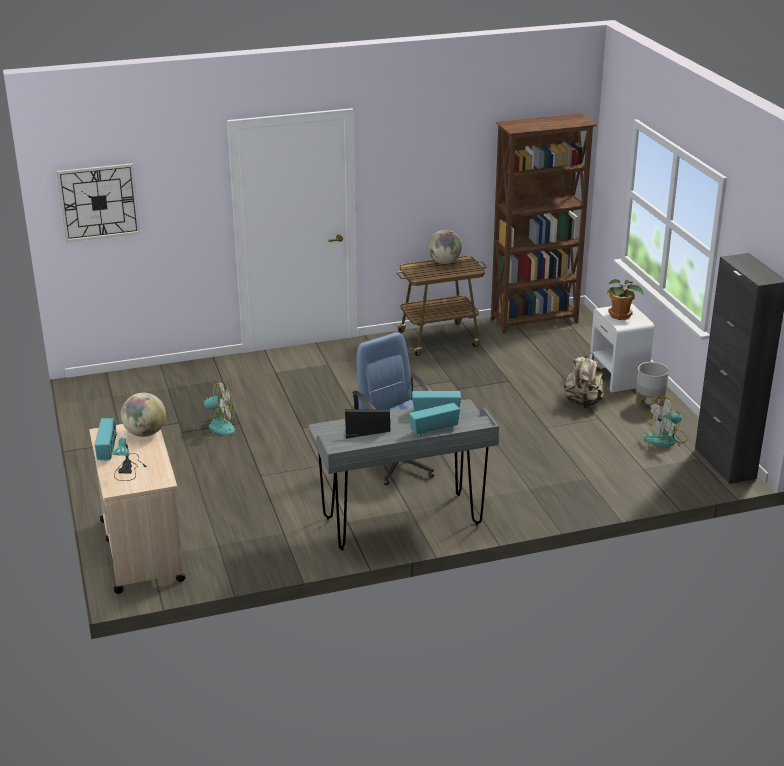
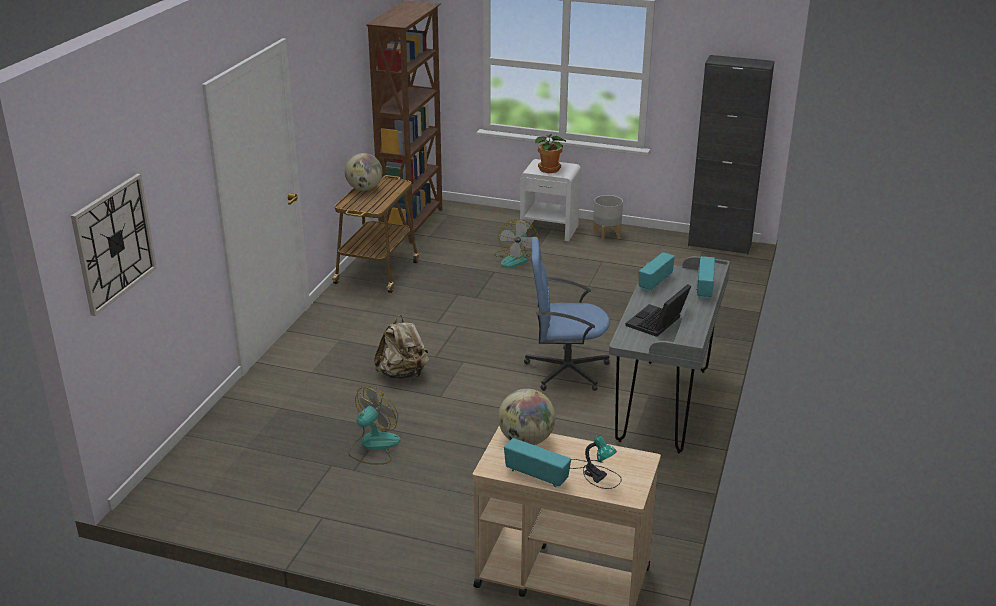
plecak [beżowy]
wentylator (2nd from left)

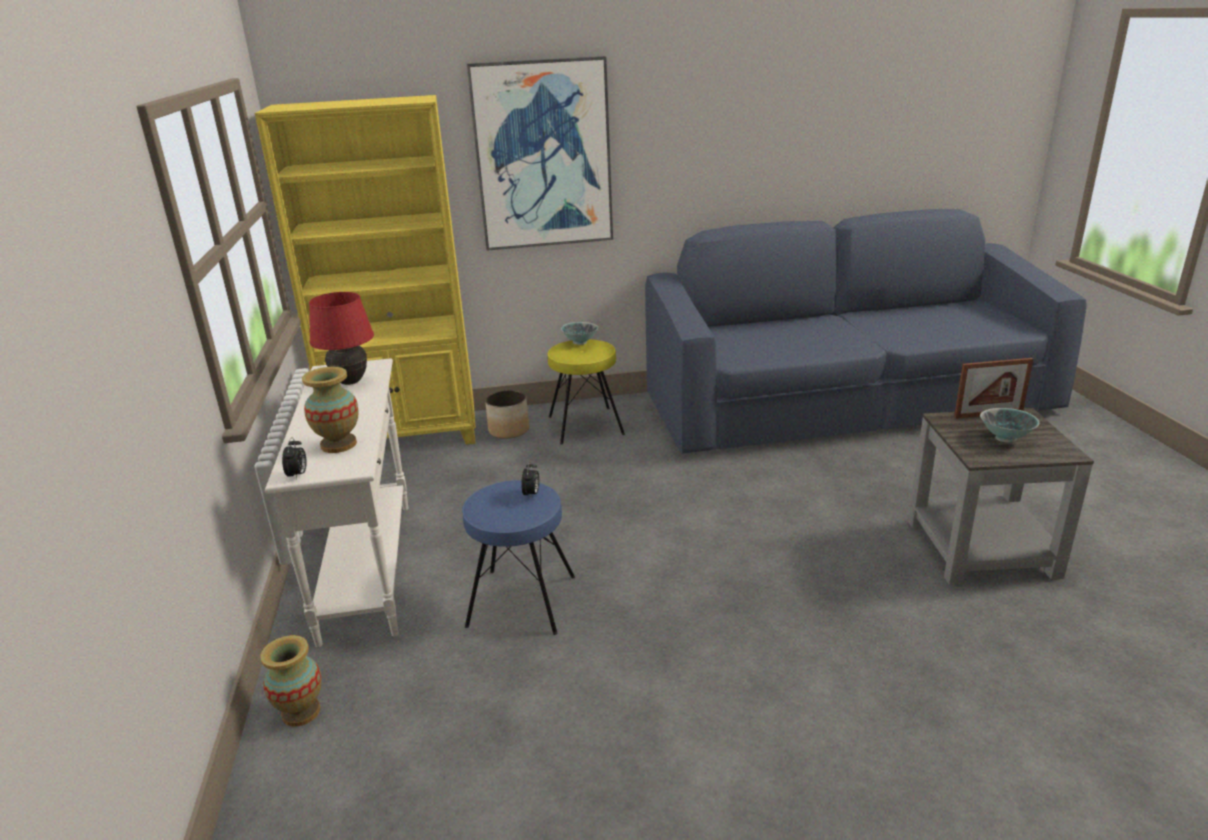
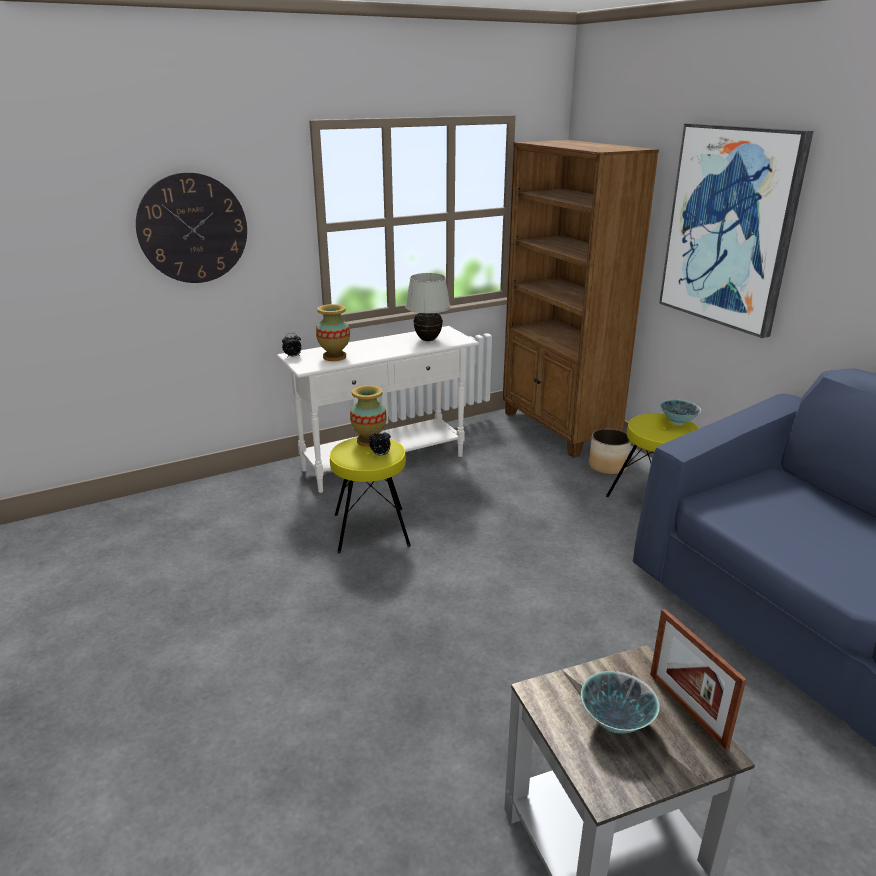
regał [brązowy]
wazon (2nd from left)
lampa stołowa [biały]
stołek [żółty] (1st from left)
zegar ścienny

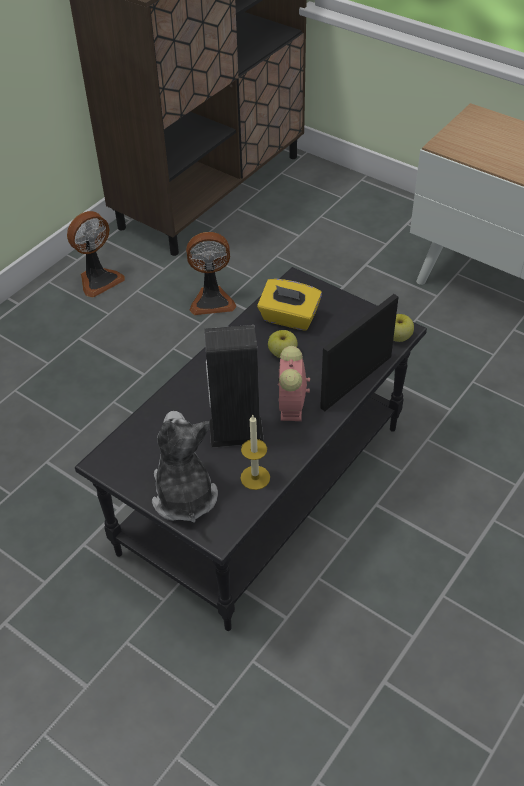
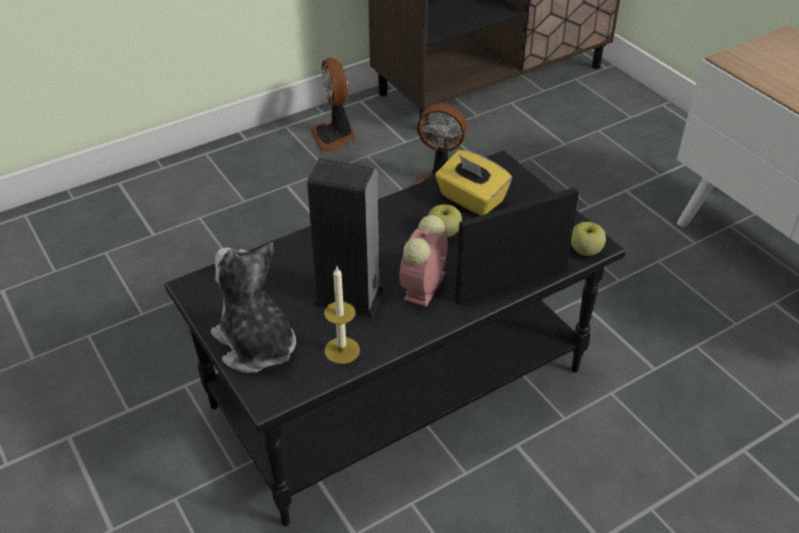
wentylator (1st from left)
pluszak

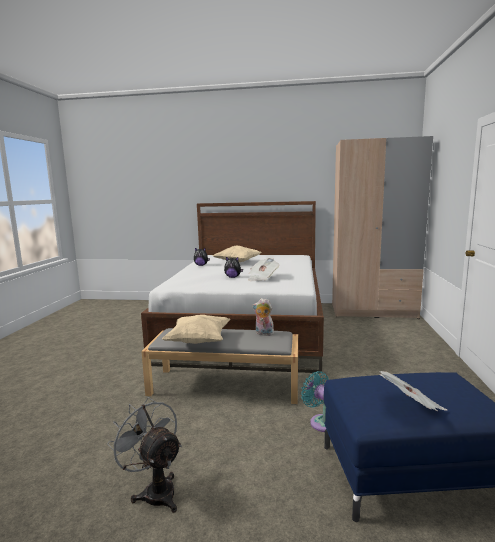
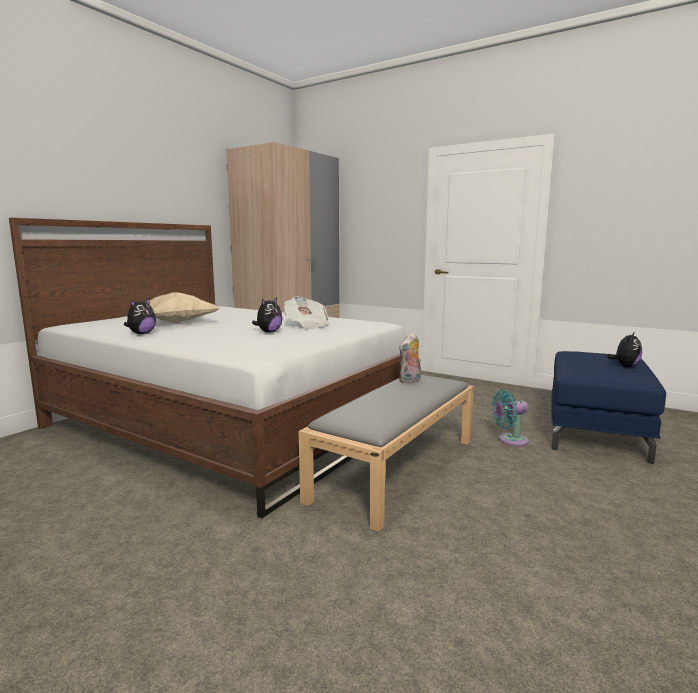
wentylator [szary]
poduszka [beżowy] (1st from left in the first image)
pluszak (4th from left)

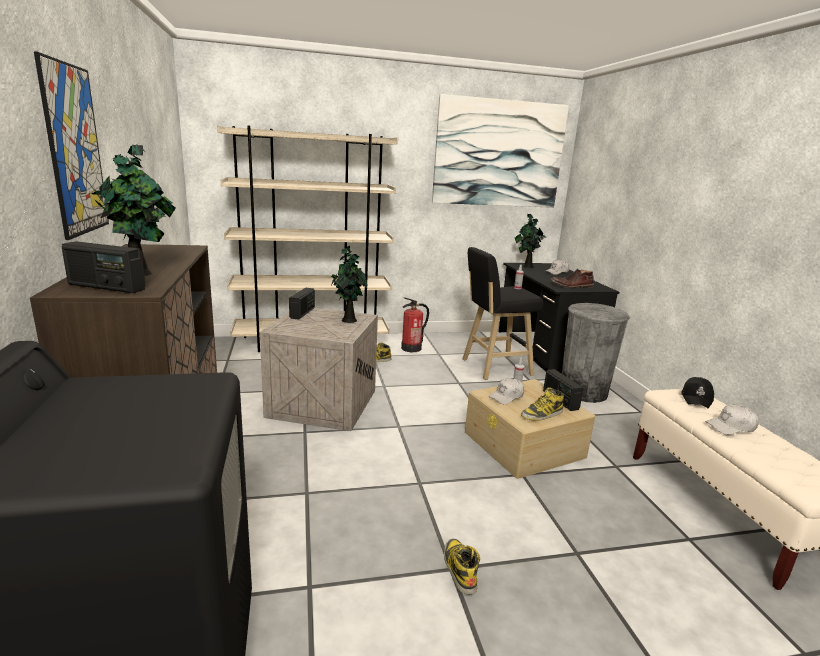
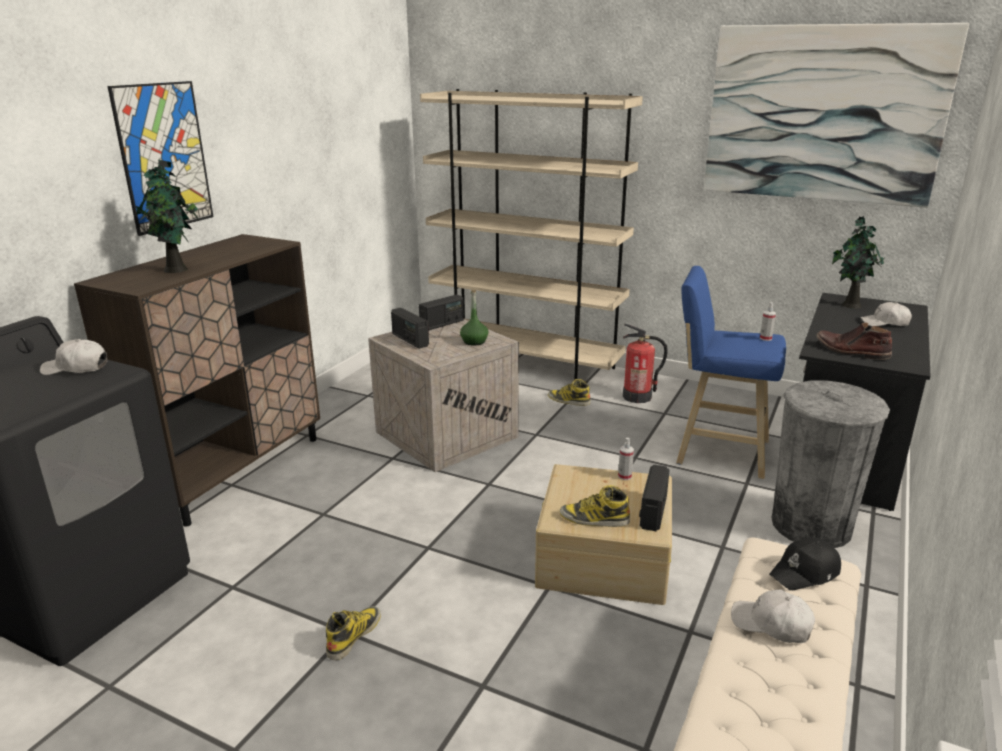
radio (1st from left)
butelka [zielony]
stołek [niebieski]
czapka z daszkiem [biały] (1st from left)

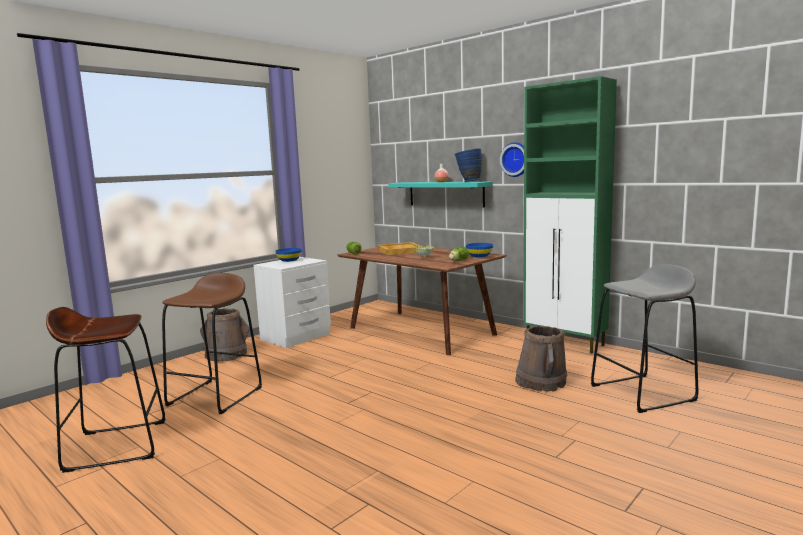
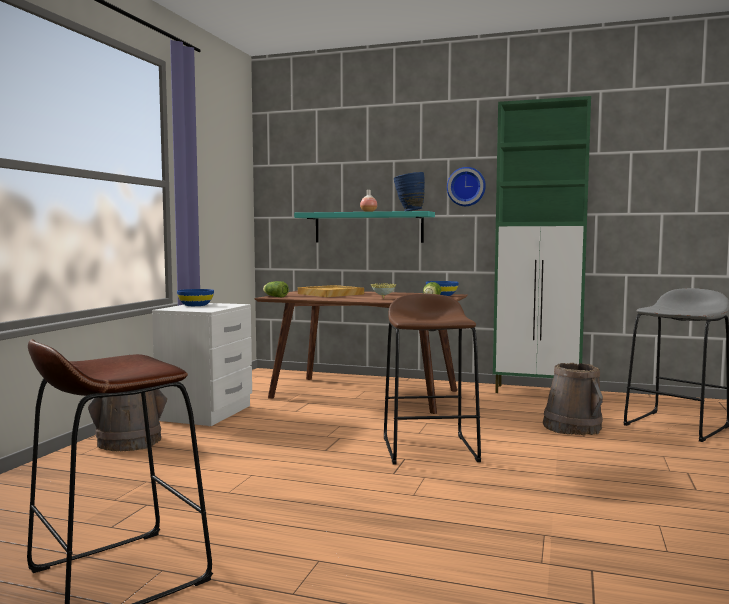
stołek [brązowy] (2nd from left)

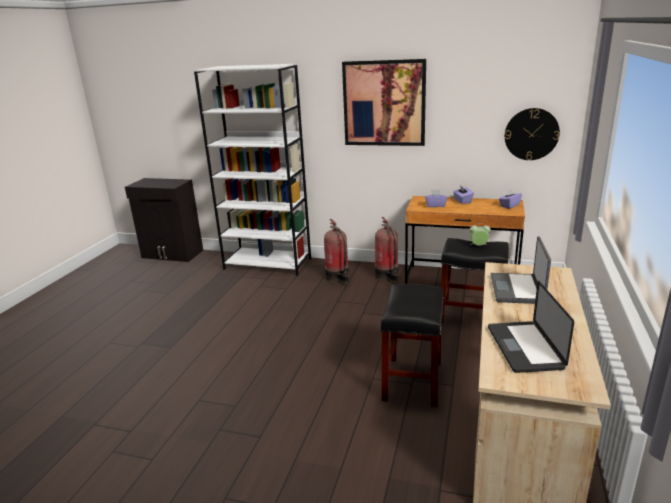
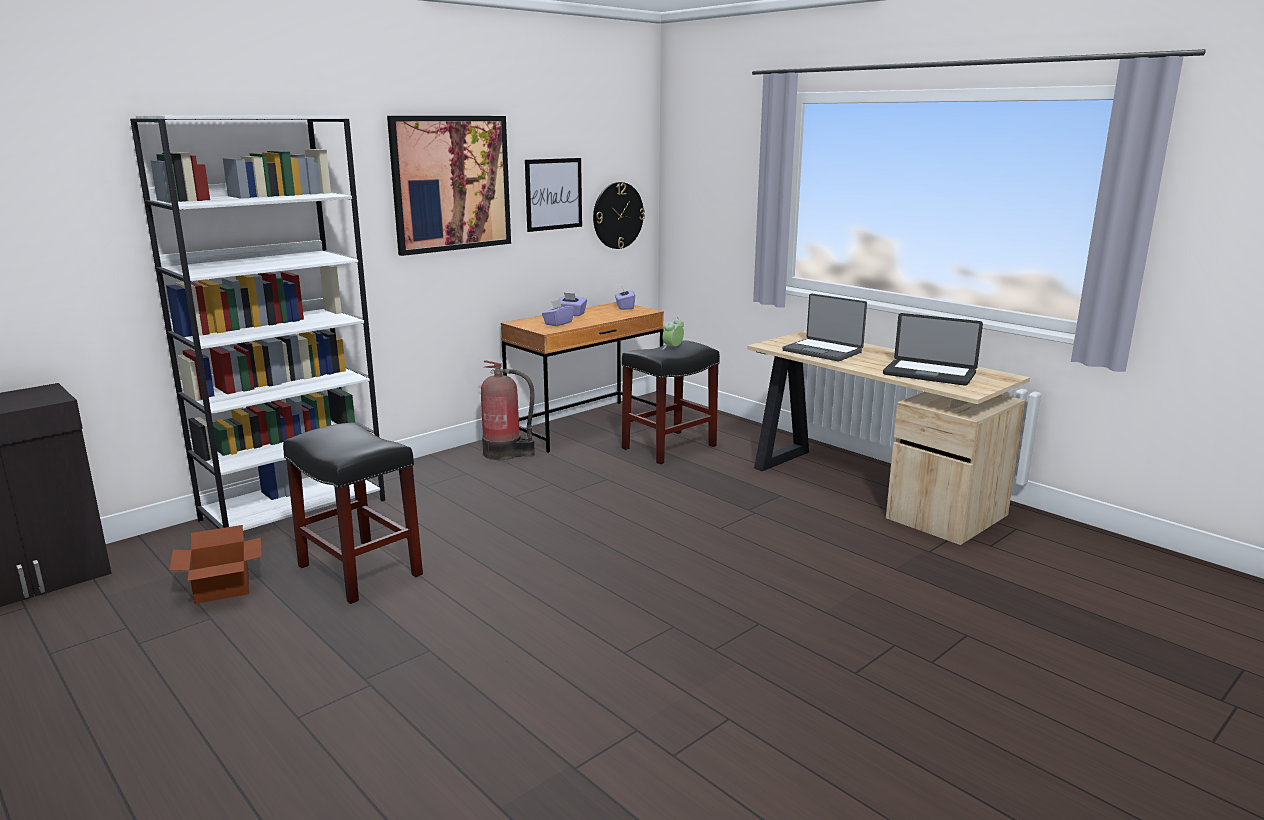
gaśnica (1st from left in the first image)
stołek [czarny] (1st from left)
karton
obraz (2nd from left)

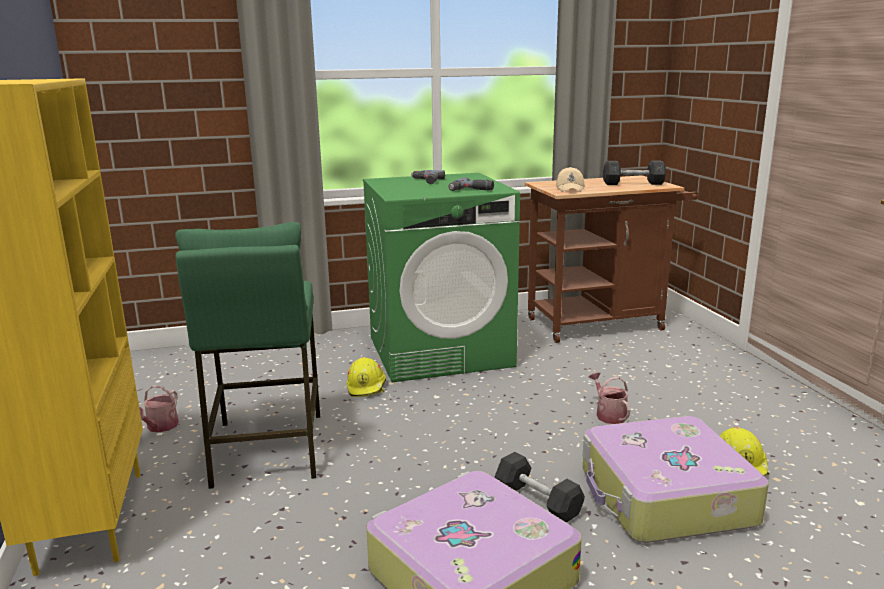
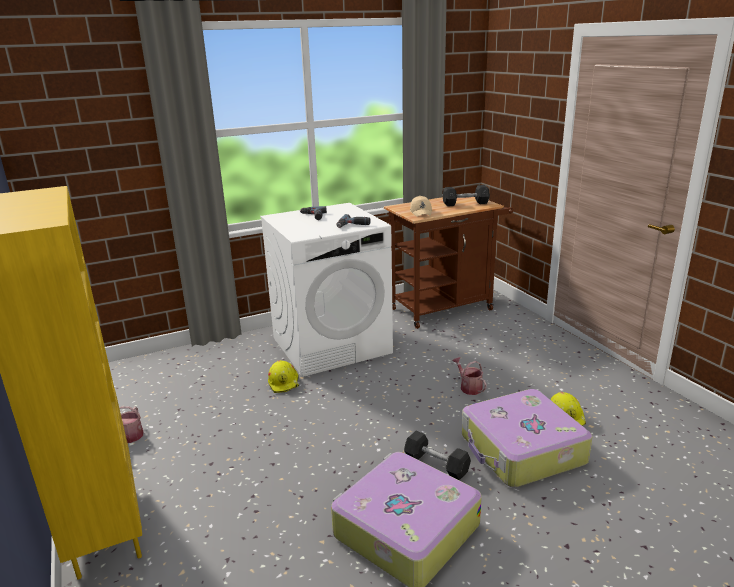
stołek [zielony]
pralka [biały]

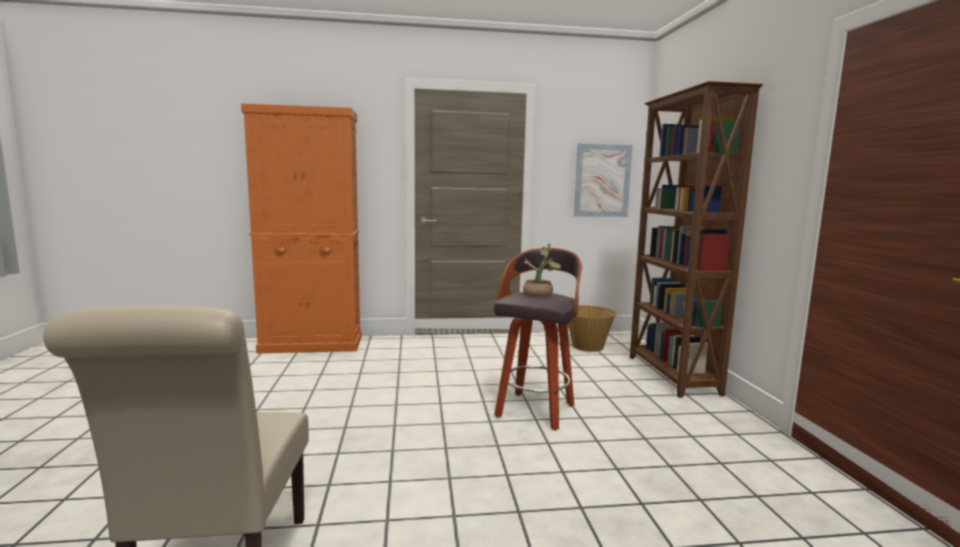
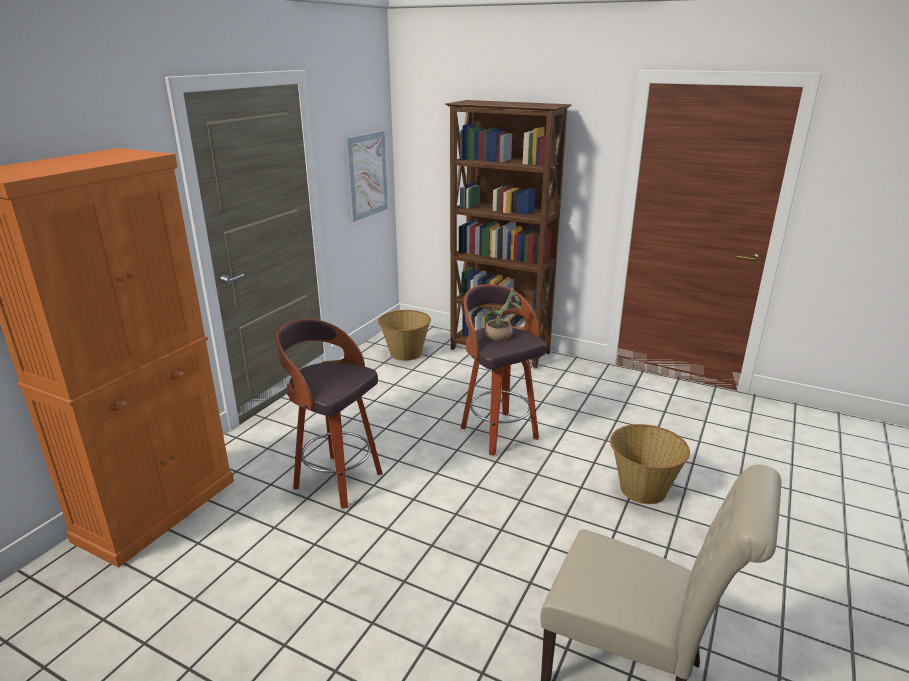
stołek (1st from left)
koszyk (2nd from left)

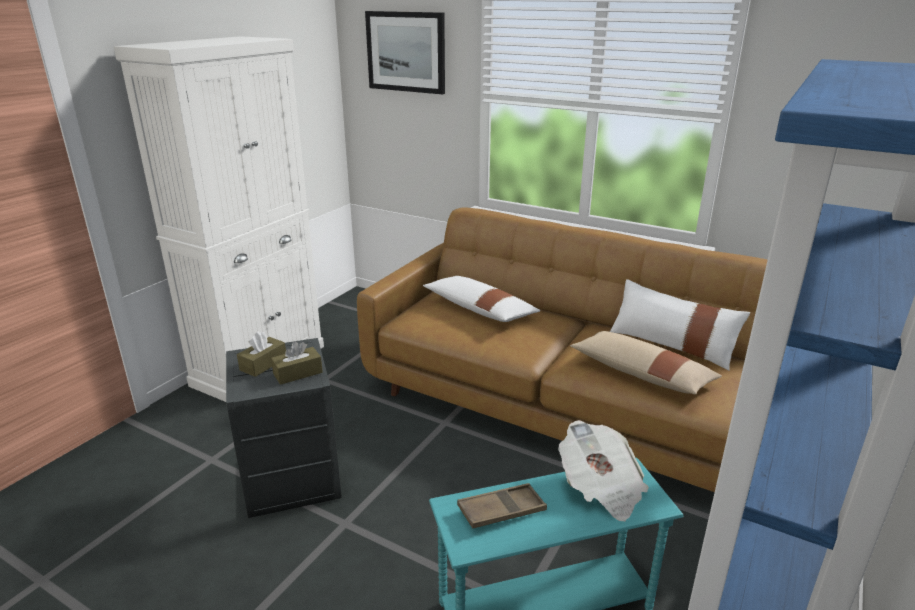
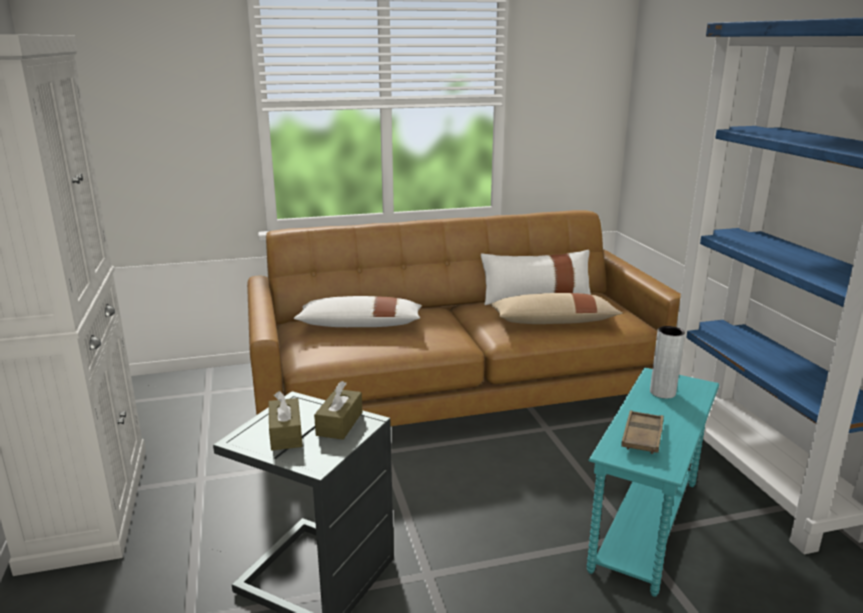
obraz
wazon [szary]

